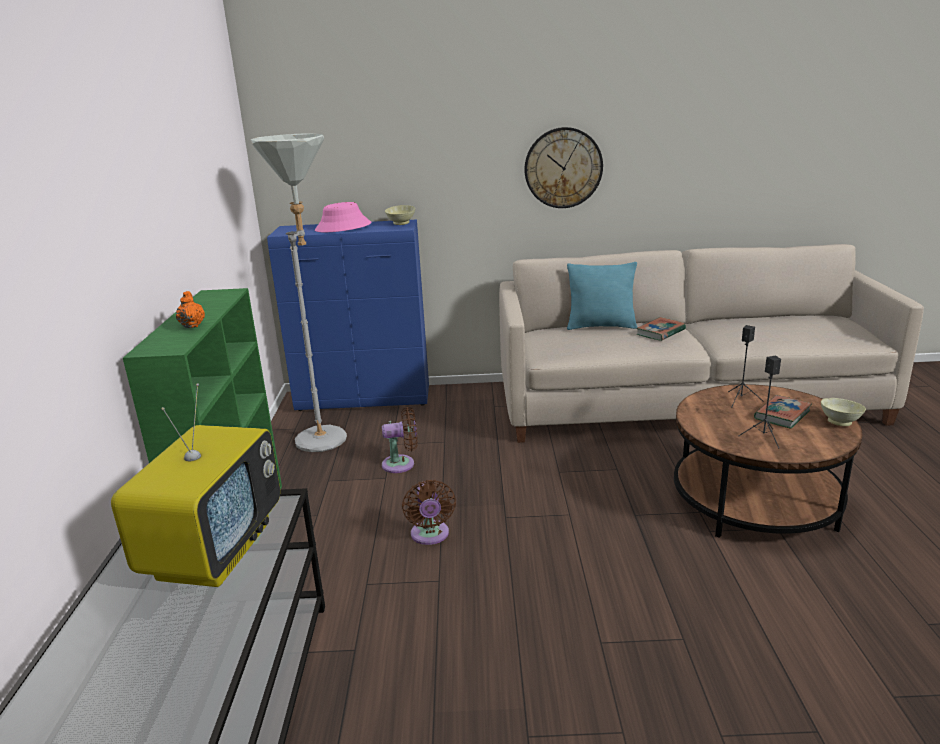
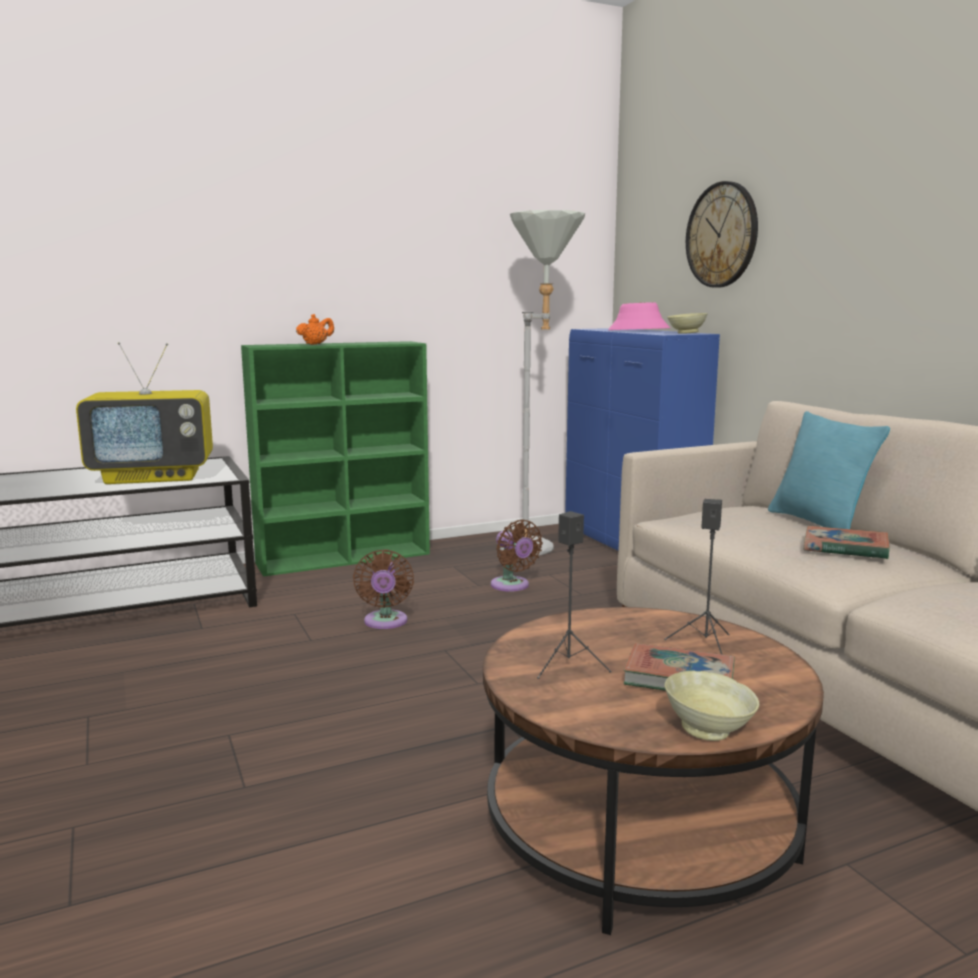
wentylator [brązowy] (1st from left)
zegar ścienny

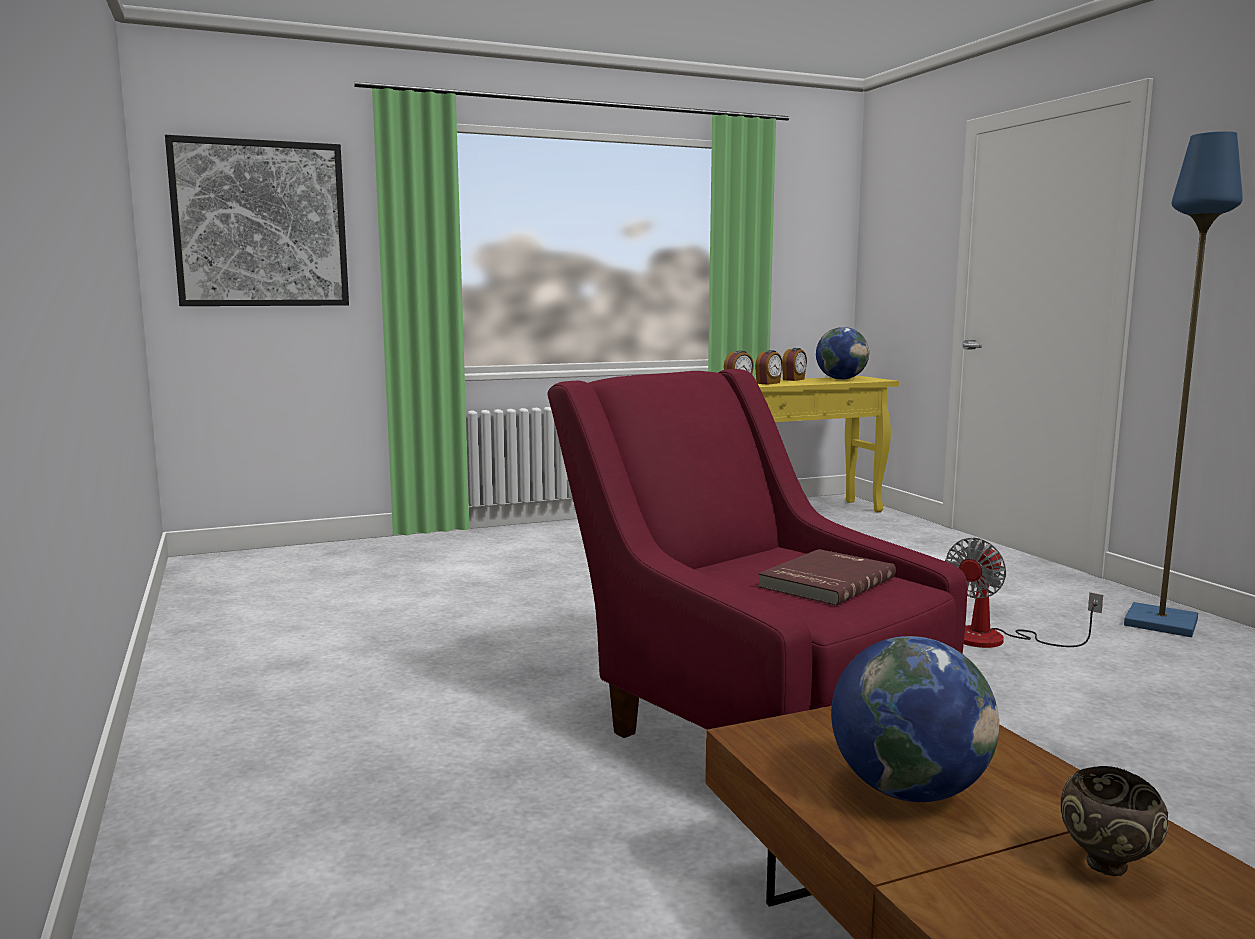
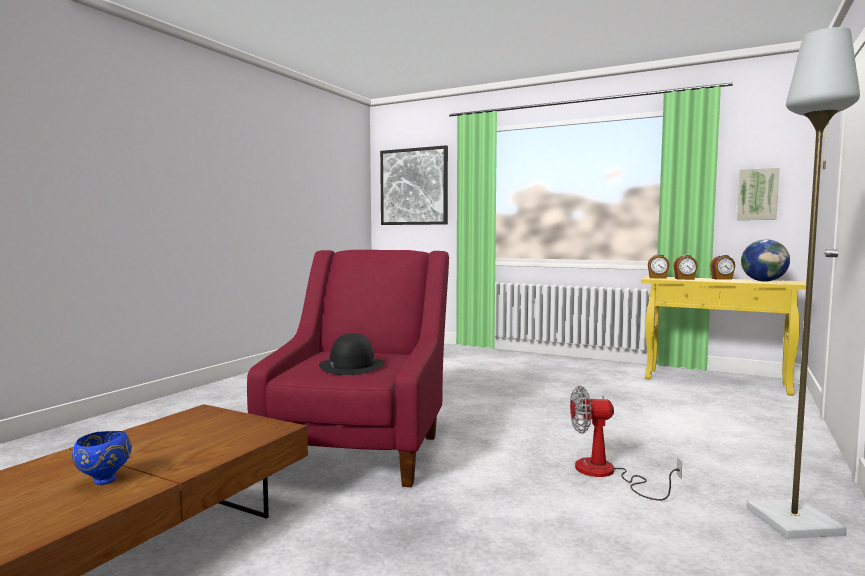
kapelusz [czarny]
globus (2nd from left in the first image)
miska [niebieski]
lampa stojąca [szary]
obraz (2nd from left)

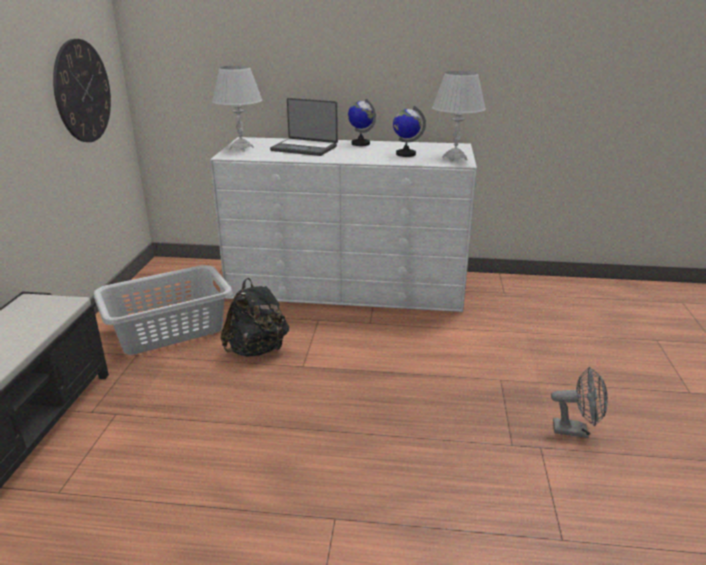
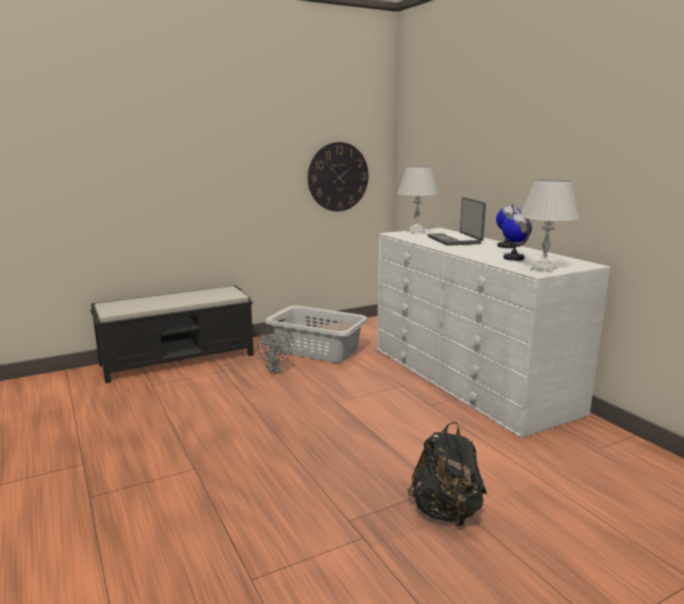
plecak [czarny]
wentylator [szary]

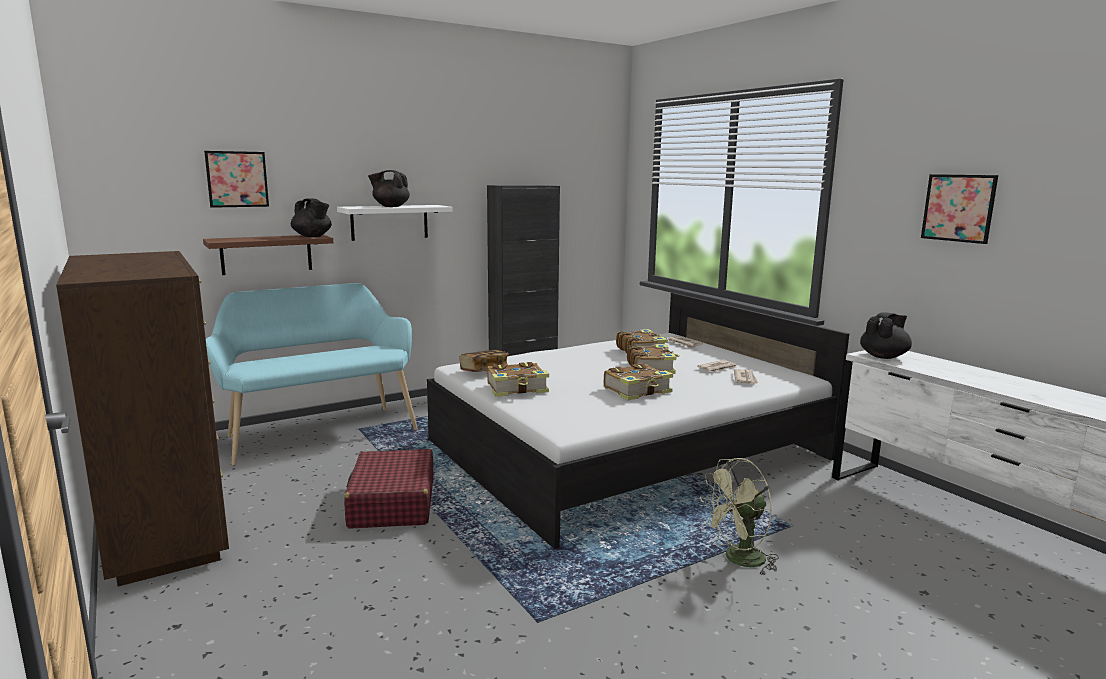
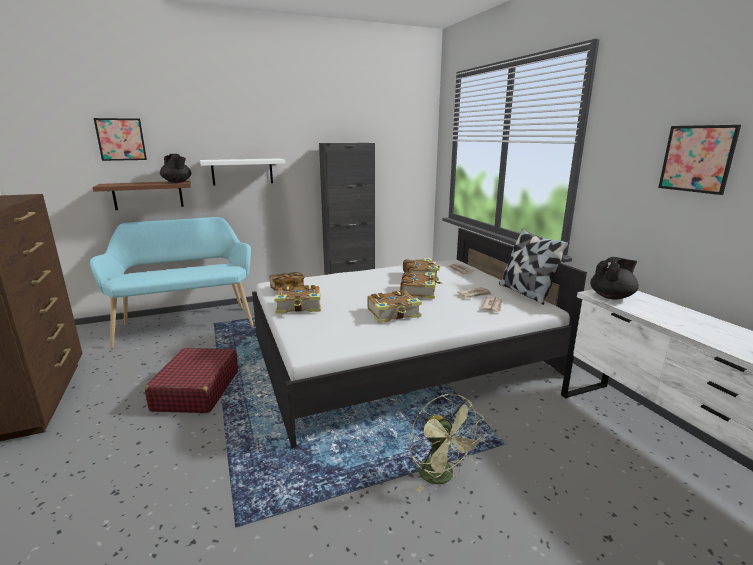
imbryk [czarny] (2nd from left in the first image)
wentylator [zielony]
poduszka

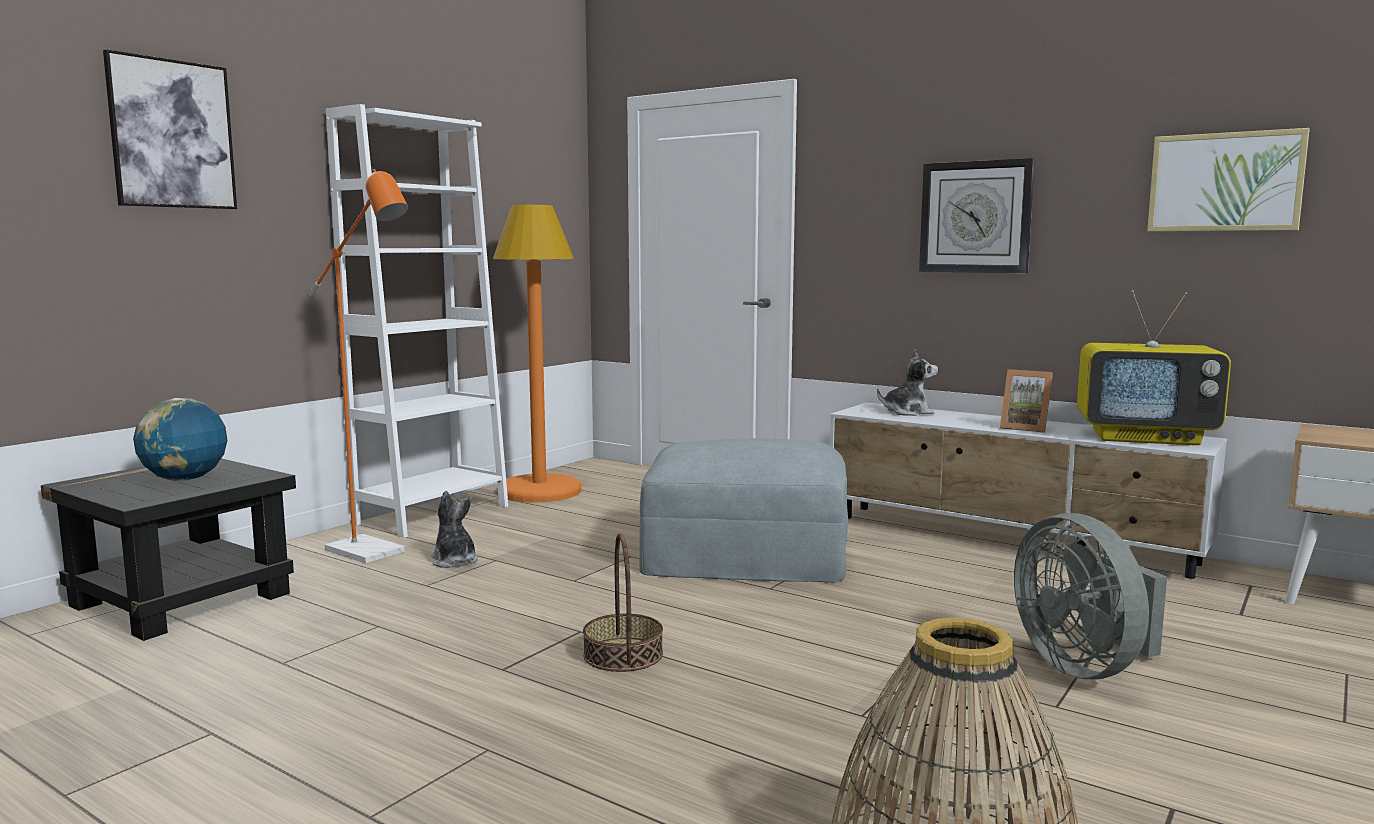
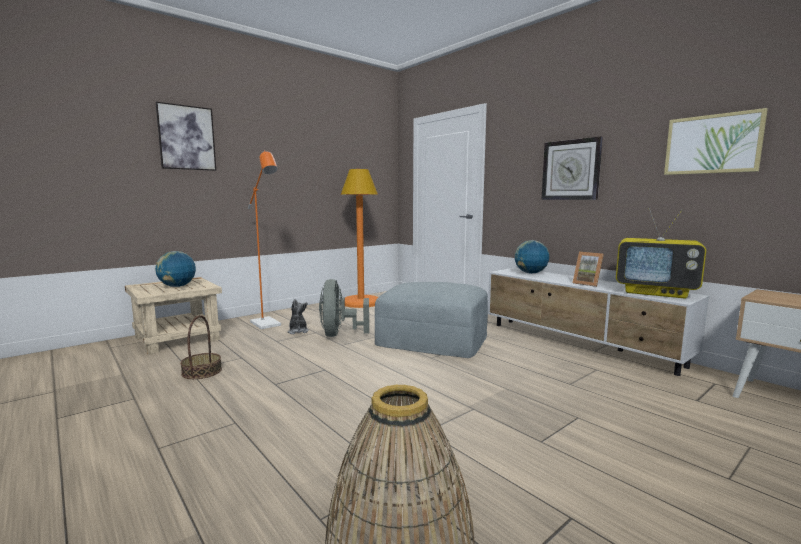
stolik [beżowy]
regał [biały]
koszyk (1st from left)
globus (2nd from left)
wentylator [szary]

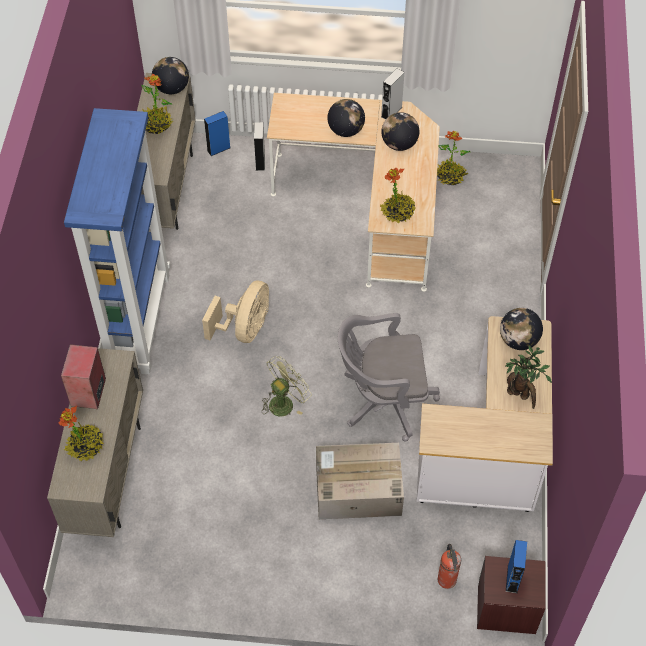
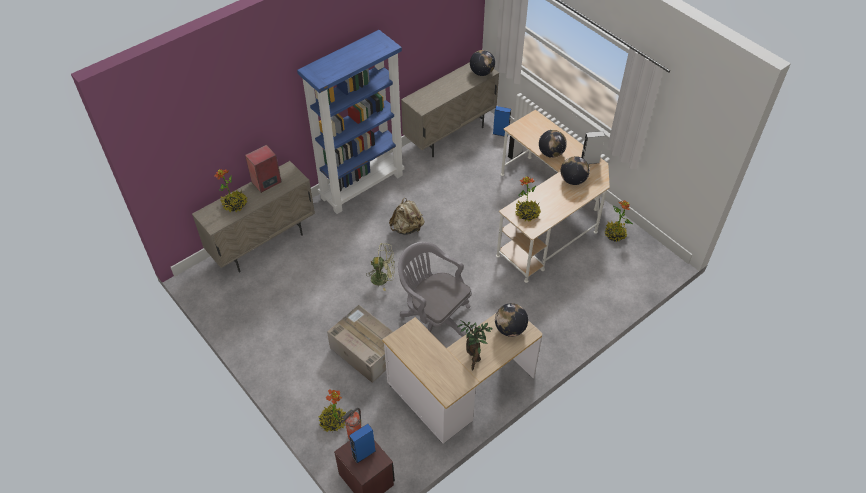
roślina doniczkowa (2nd from left)
plecak [beżowy]

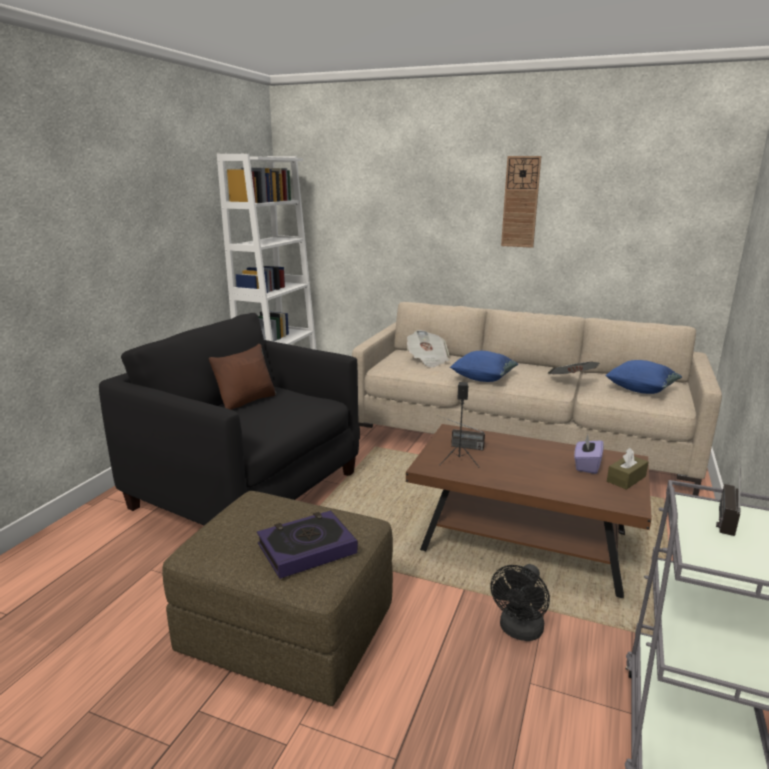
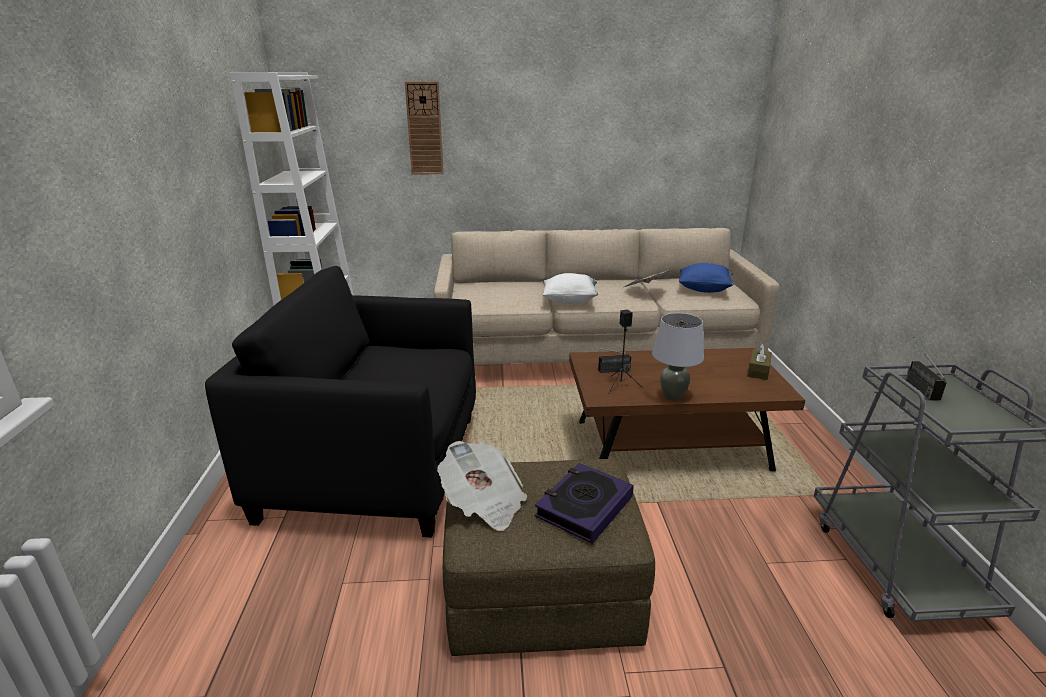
poduszka [brązowy]
gazeta (1st from left)
poduszka [biały]
wentylator [czarny]
zegar ścienny
pudełko chusteczek [fioletowy]
lampa stołowa [szary]

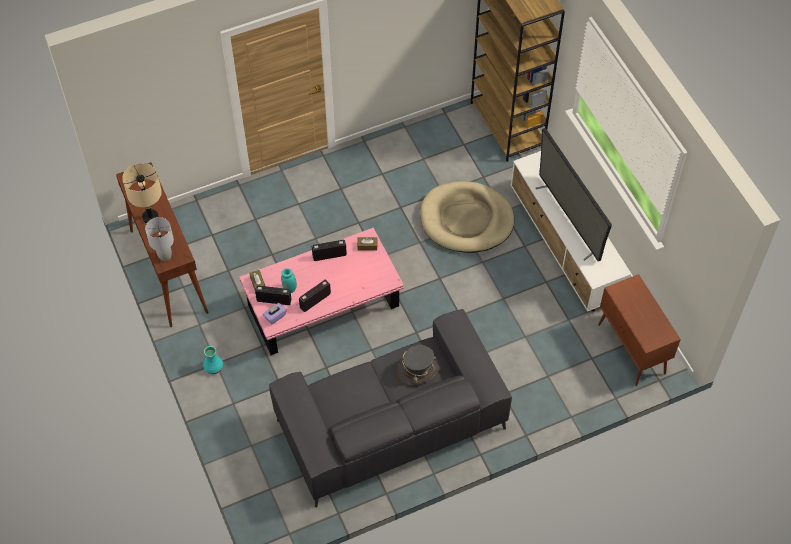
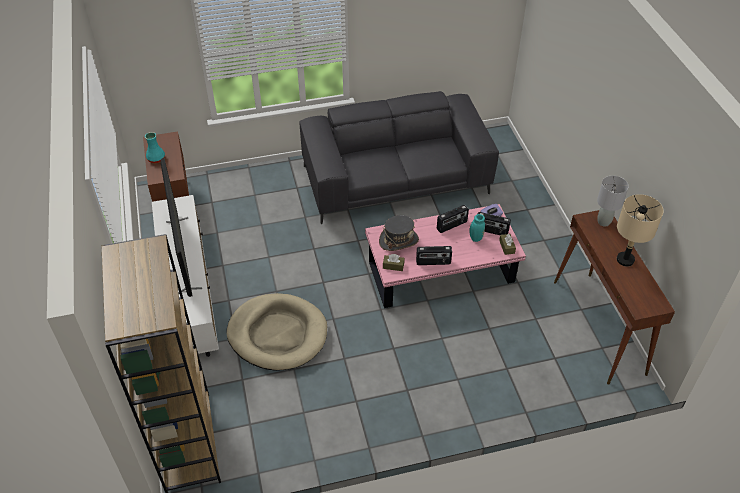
wazon [turkusowy] (1st from left)
kapelusz [szary]

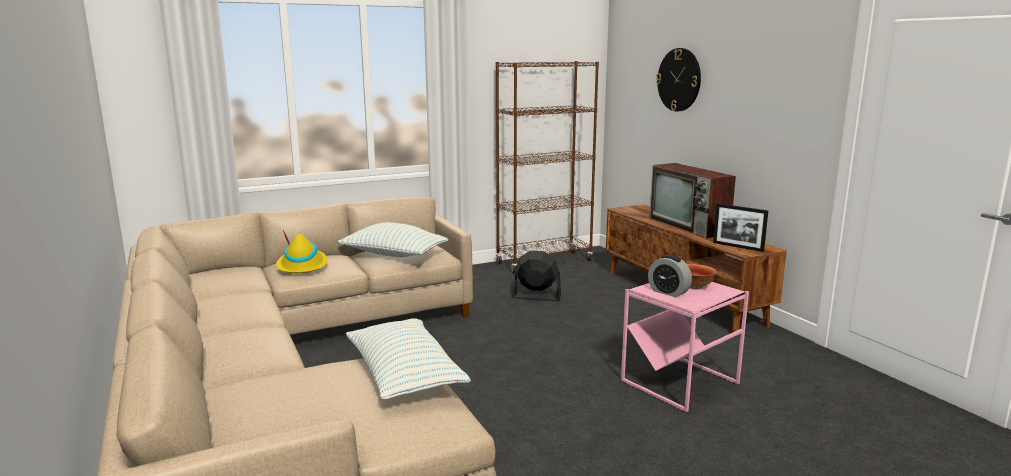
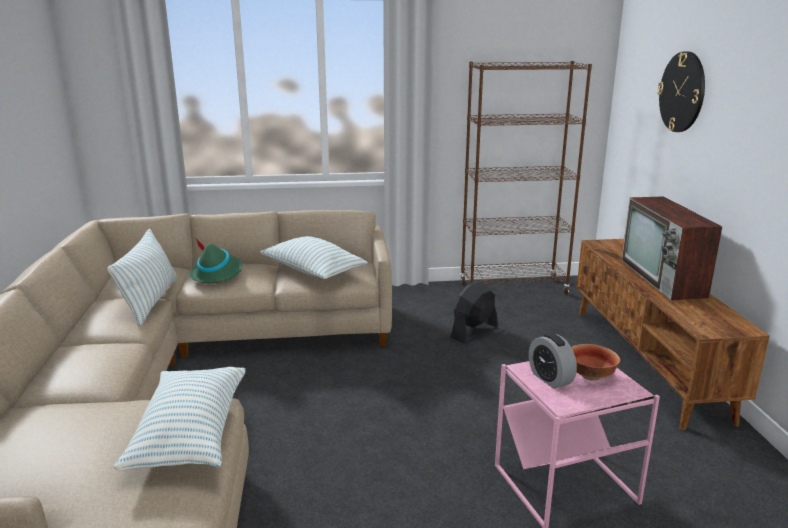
kapelusz [zielony]
wentylator [czarny]
ramka na zdjęcie
poduszka (1st from left)

